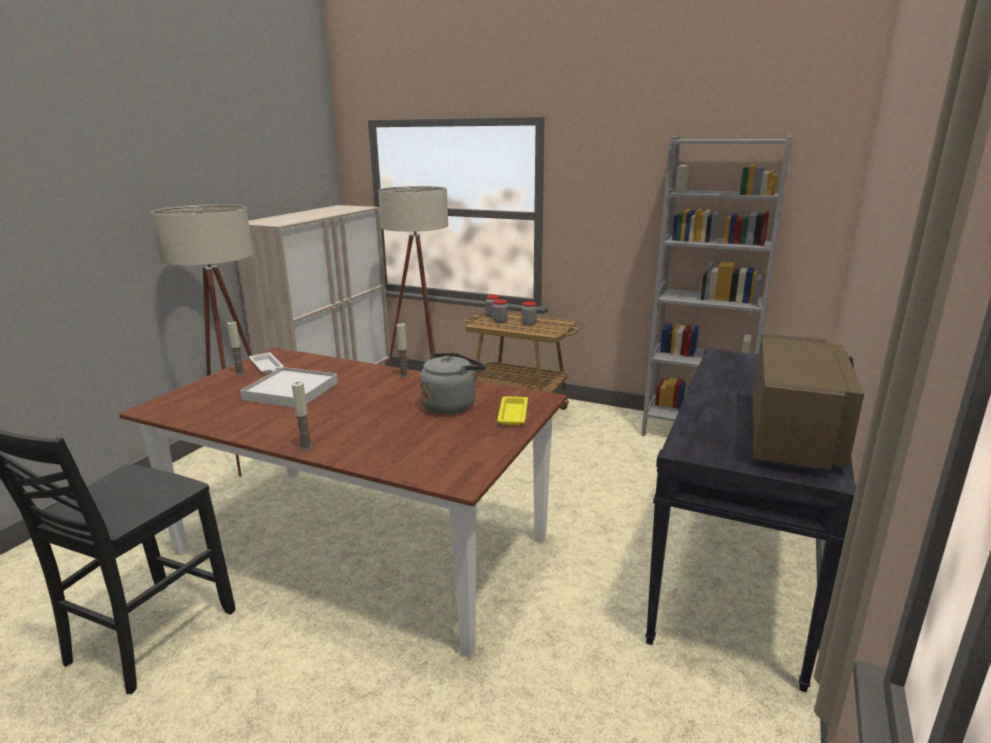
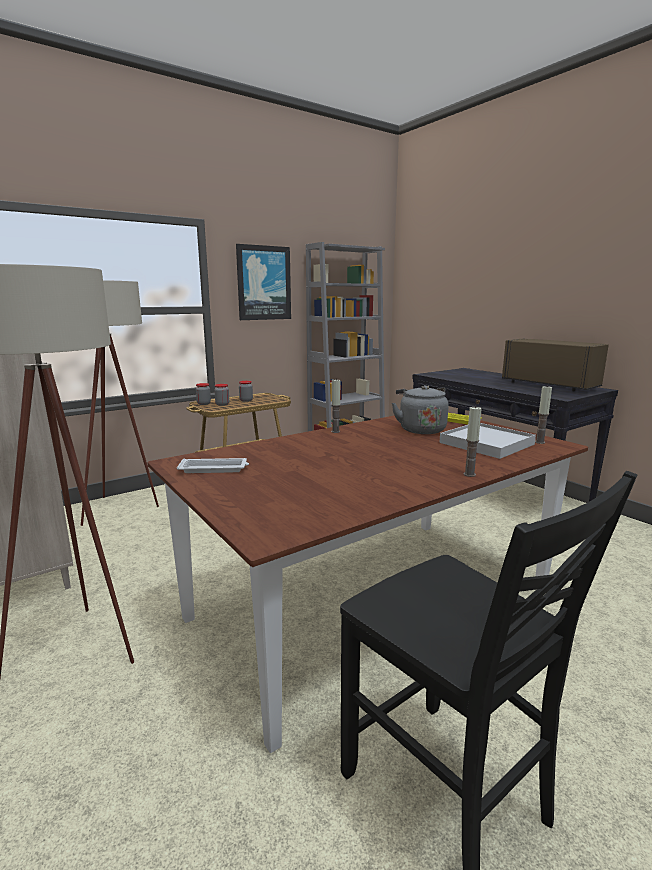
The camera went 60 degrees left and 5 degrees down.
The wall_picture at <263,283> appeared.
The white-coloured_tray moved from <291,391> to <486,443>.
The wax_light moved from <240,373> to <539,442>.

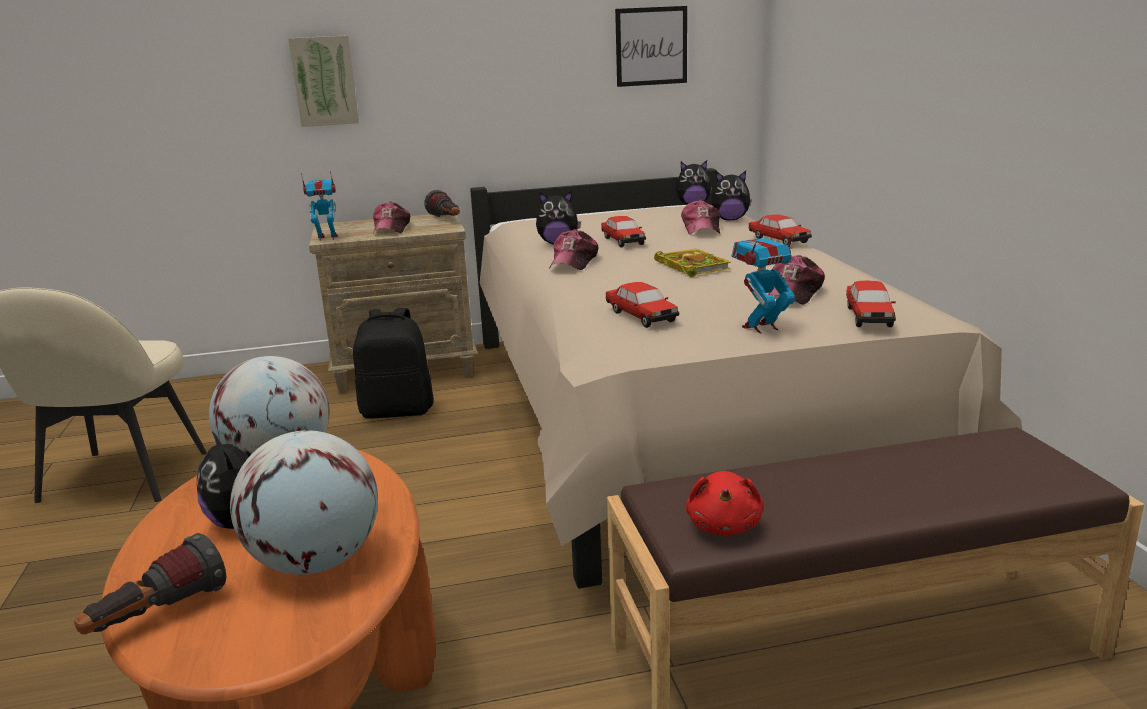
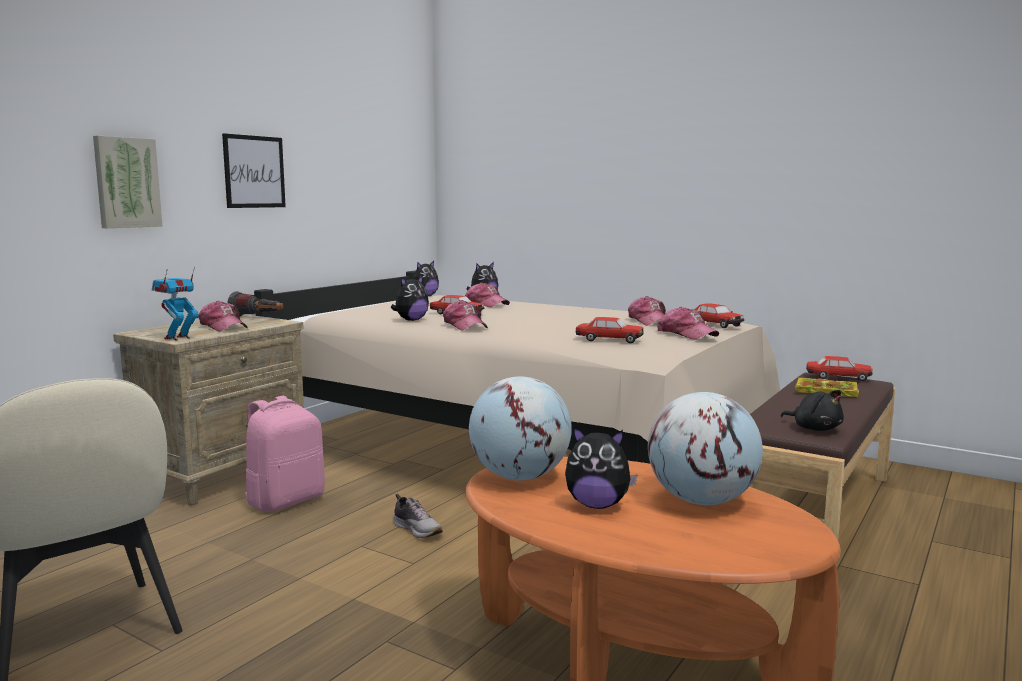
The camera went 45 degrees left and 10 degrees down.
The wall_picture moved from <651,46> to <254,172>.
The black-coloured_rucksack at <397,411> became the pink_rucksack at <285,500>.
The item_of_footwear at <418,530> appeared.
The toy_robot at <760,328> was replaced by the baseball_cap at <686,334>.
The red_soft_toy at <724,525> became the black-coloured_soft_toy at <814,428>.
The book moved from <690,266> to <824,391>.
The miniature_car moved from <778,240> to <838,377>.
The hand_torch at <157,617> disappeared.

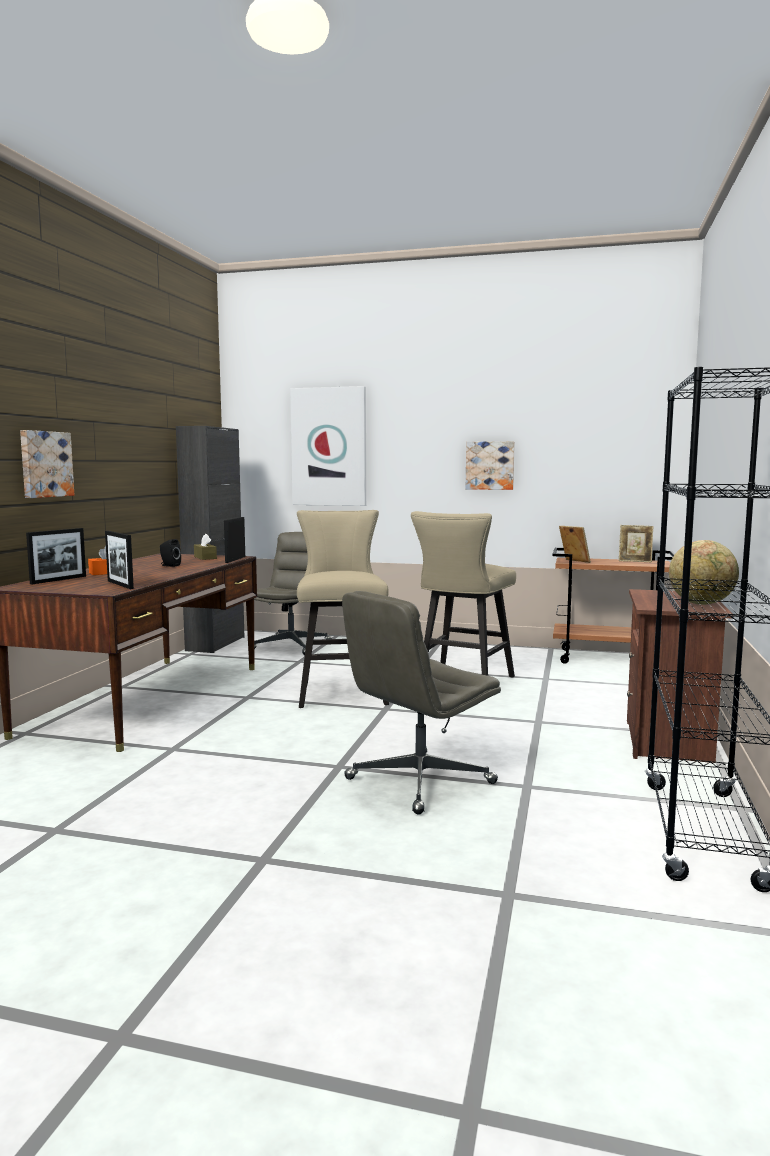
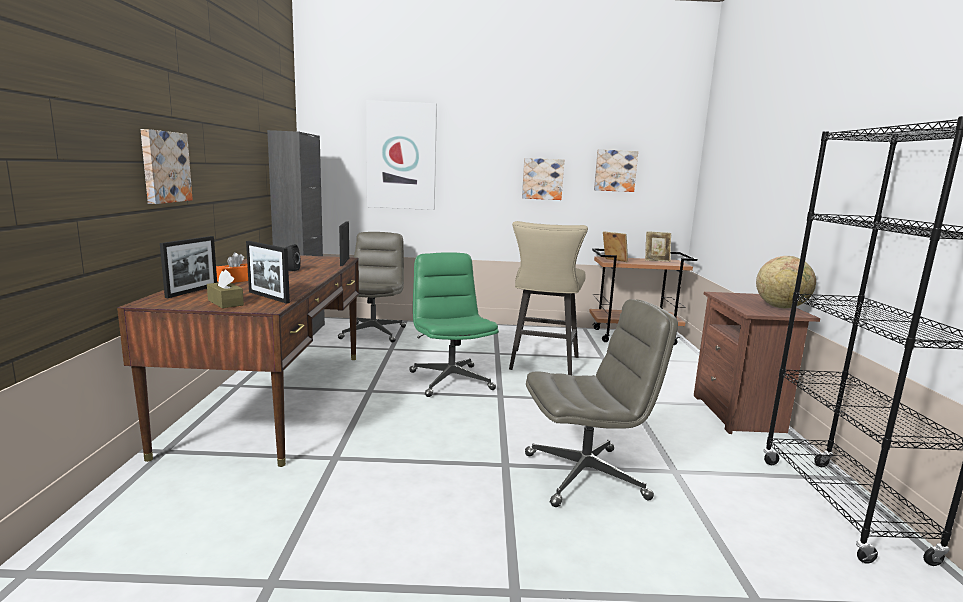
The camera went 15 degrees left and 5 degrees up.
The brown-coloured_tissue_holder moved from <205,557> to <225,303>.
The beige_sitting_stool at <341,692> was replaced by the green_computer_chair at <450,380>.
The gray_computer_chair at <419,782> turned 135 degrees counterclockwise.
The wall_picture at <615,170> appeared.

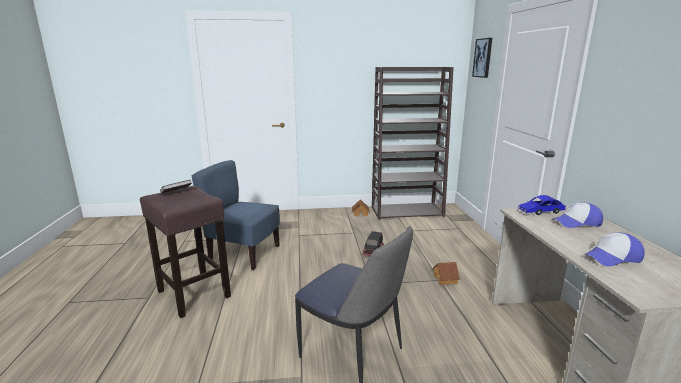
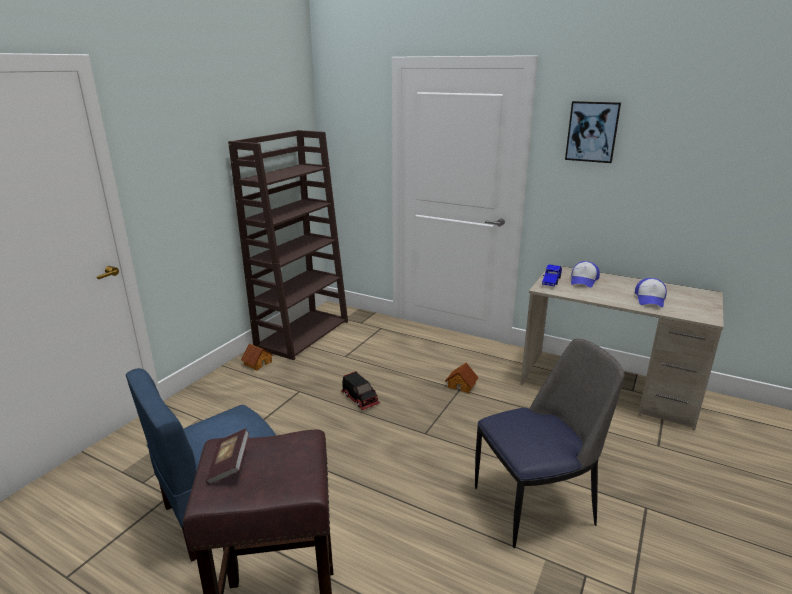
The camera went 55 degrees left and 5 degrees up.
The wall_picture moved from <483,58> to <592,131>.

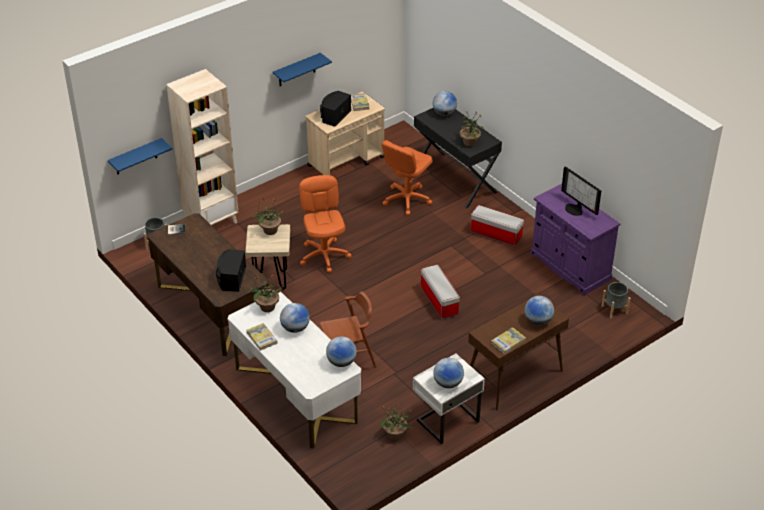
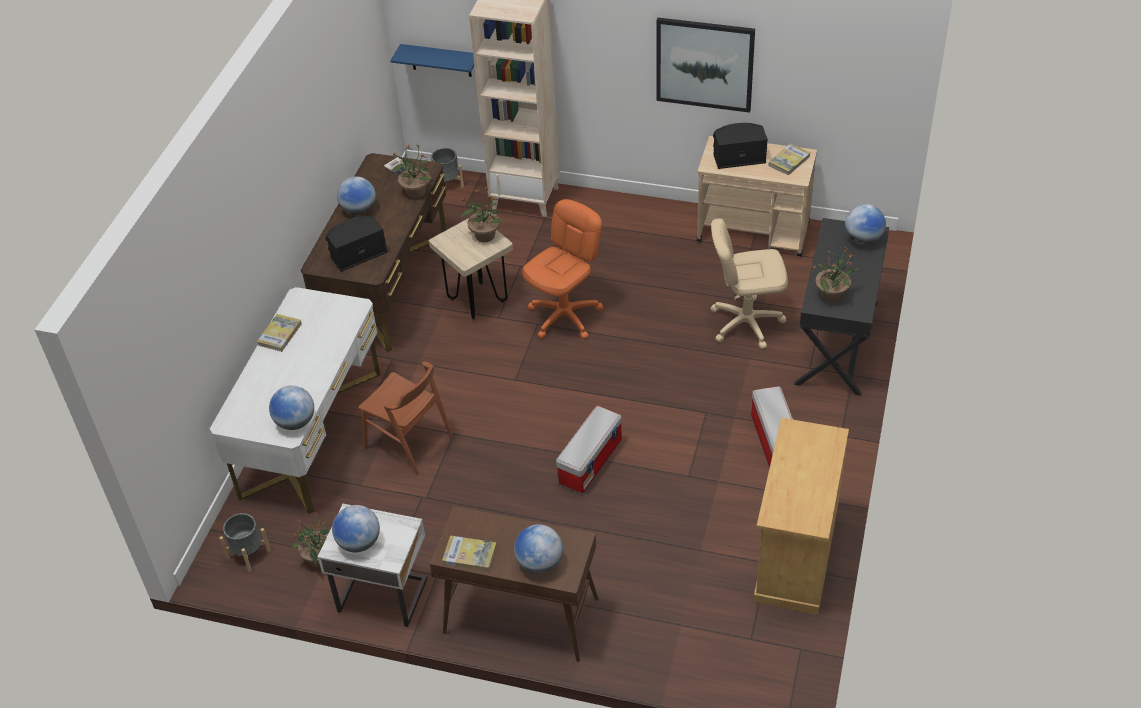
The camera went 55 degrees right and 5 degrees up.
The gray_flower_pot moved from <614,309> to <248,554>.
The world_globe moved from <295,328> to <359,210>.
The potted_plant moved from <267,307> to <415,191>.
The blue-coloured_bracket_shelf at <296,70> was replaced by the wall_picture at <704,64>.
The orange_computer_chair at <406,199> became the beige_computer_chair at <746,323>.
The purplish_cabinet at <570,266> became the beige_cabinet at <795,554>.
The computer_display at <575,209> disappeared.

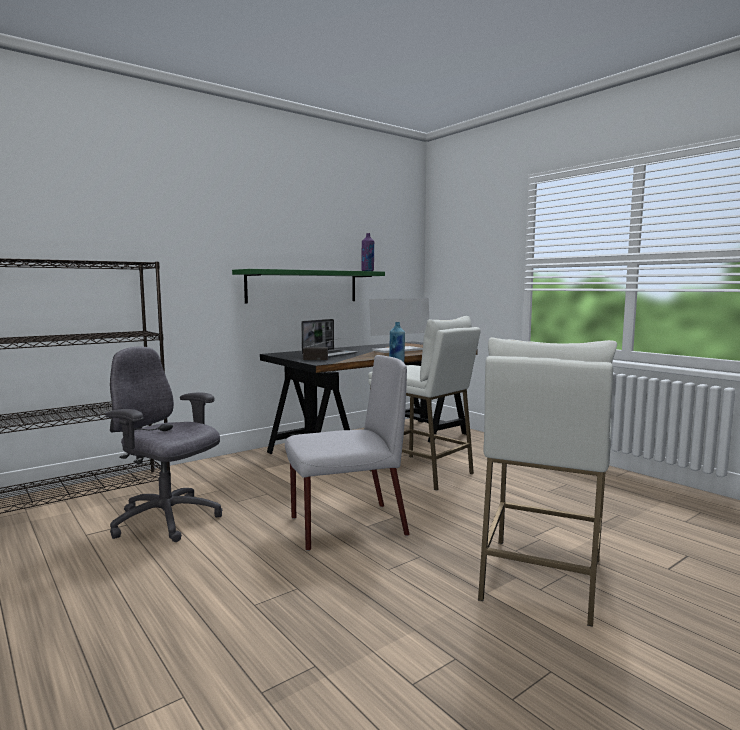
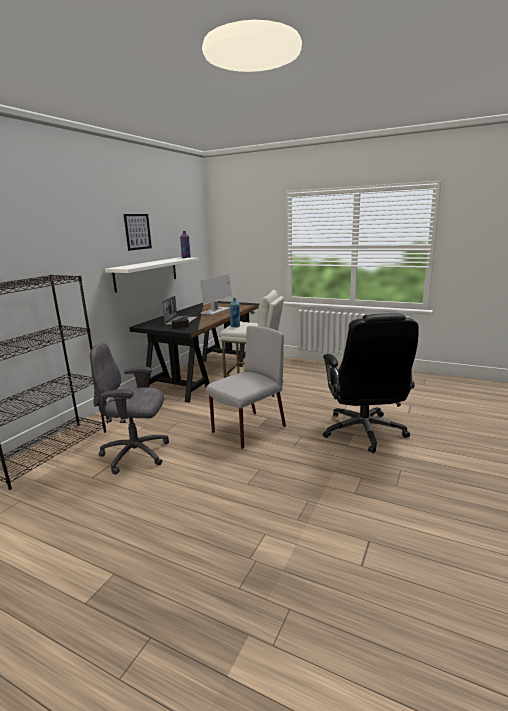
The camera went 25 degrees left and 10 degrees up.
The green_bracket_shelf at <303,286> became the white-coloured_bracket_shelf at <146,273>.
The wall_picture at <137,231> appeared.
The white-coloured_sitting_stool at <541,579> was replaced by the black-coloured_computer_chair at <364,432>.

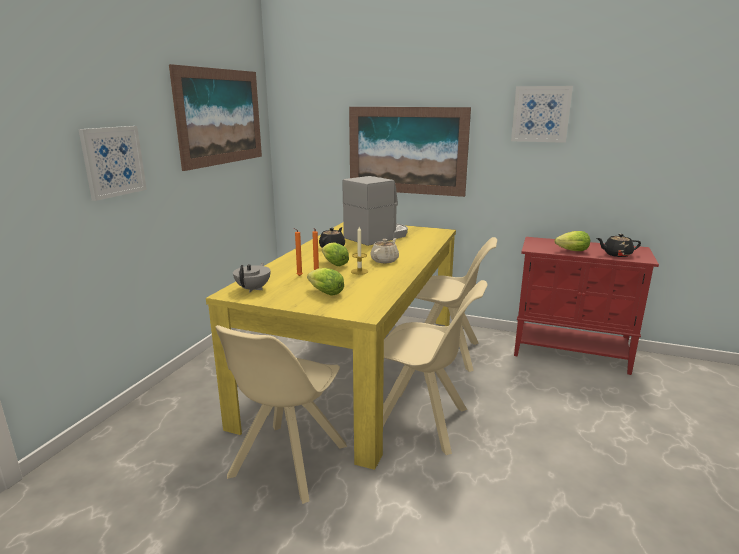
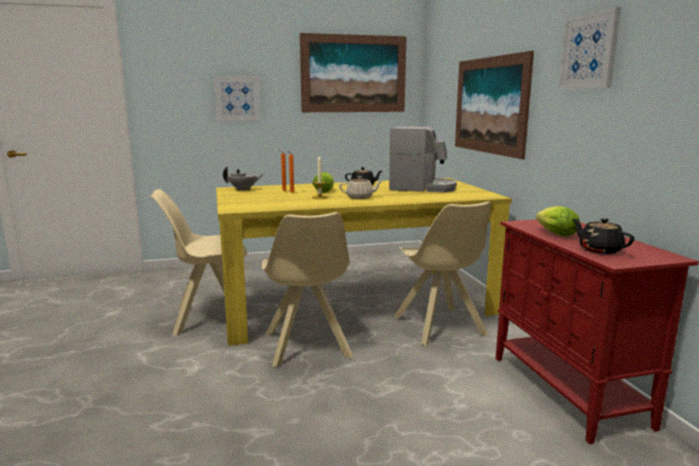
The camera went 55 degrees right and 5 degrees down.
The lettuce at <324,292> disappeared.

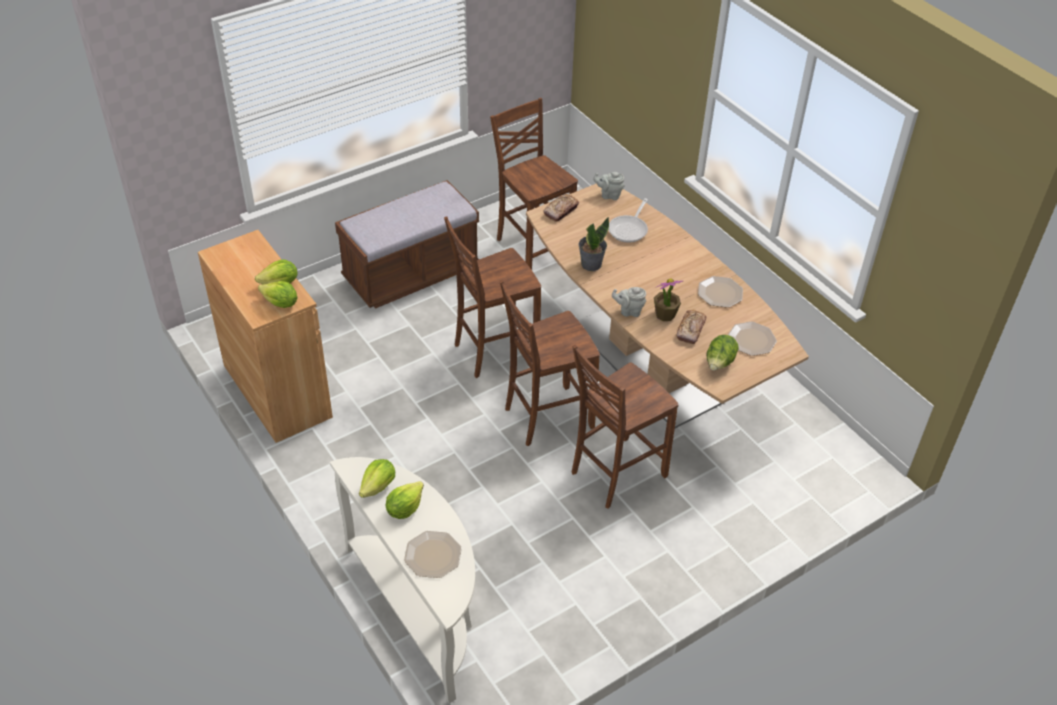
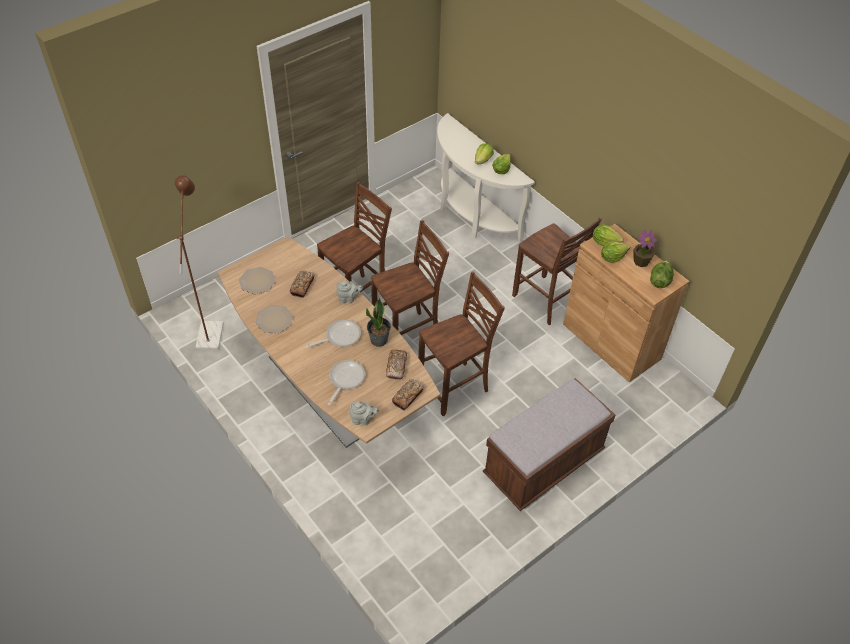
The camera went 175 degrees right and 5 degrees up.
The brown-coloured_floor_lamp at <210,330> appeared.
The frying_pan at <340,336> appeared.
The bakery_bread at <396,366> appeared.
The brown-coloured_chair moved from <532,247> to <545,302>.
The potted_plant moved from <665,315> to <641,261>.
The lettuce moved from <719,363> to <659,281>.
The plate at <432,555> disappeared.

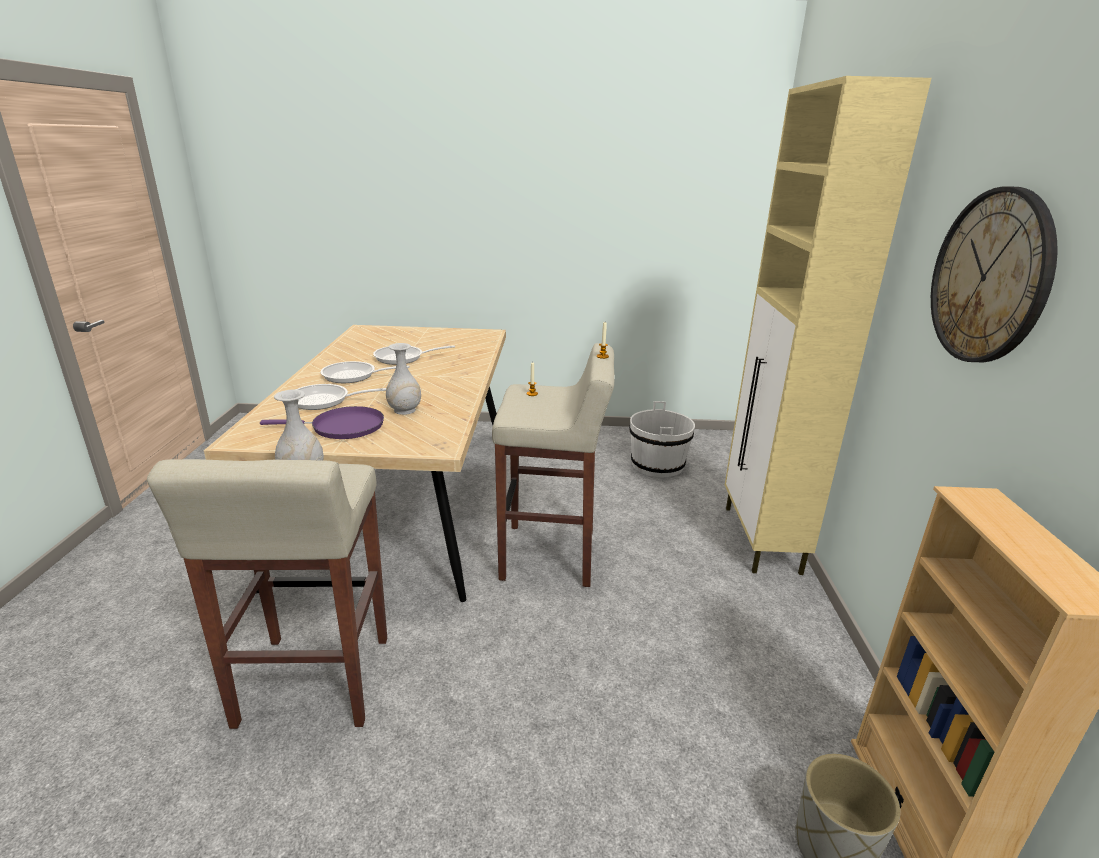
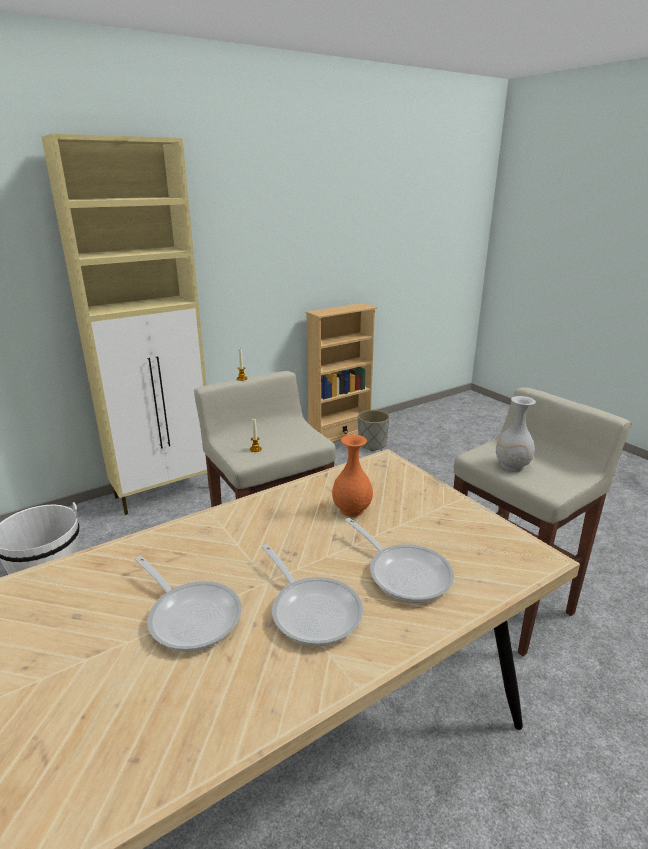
The camera went 125 degrees left and 0 degrees up.
The white-coloured_vase at <405,410> became the orange_vase at <352,509>.
The purplish_frying_pan at <342,427> disappeared.
The wall_clock at <990,277> disappeared.

